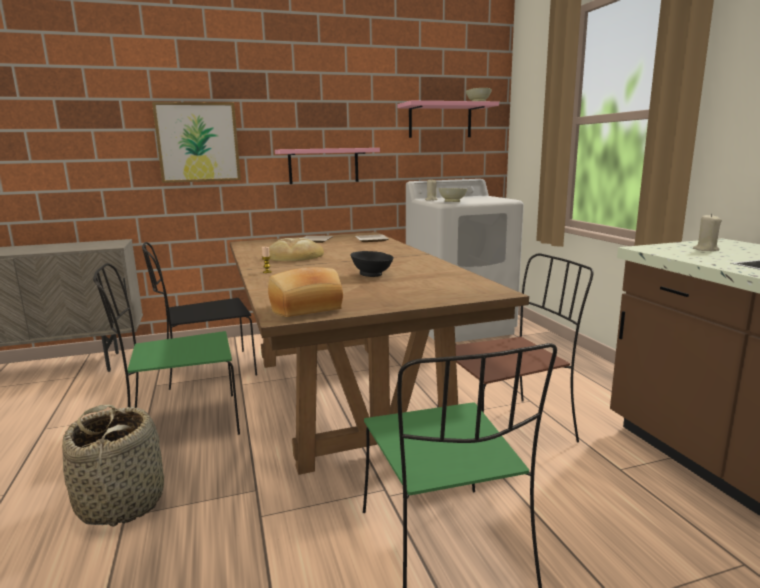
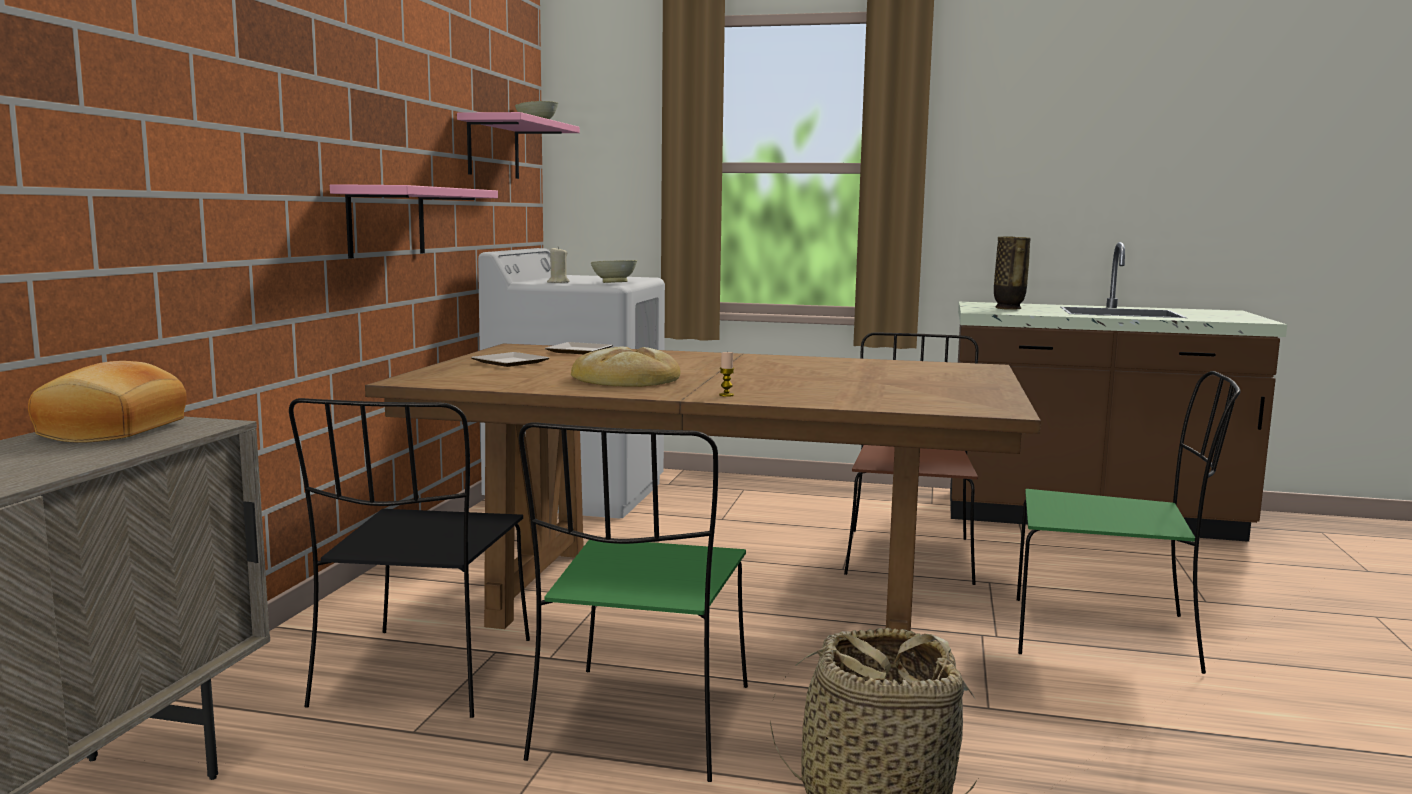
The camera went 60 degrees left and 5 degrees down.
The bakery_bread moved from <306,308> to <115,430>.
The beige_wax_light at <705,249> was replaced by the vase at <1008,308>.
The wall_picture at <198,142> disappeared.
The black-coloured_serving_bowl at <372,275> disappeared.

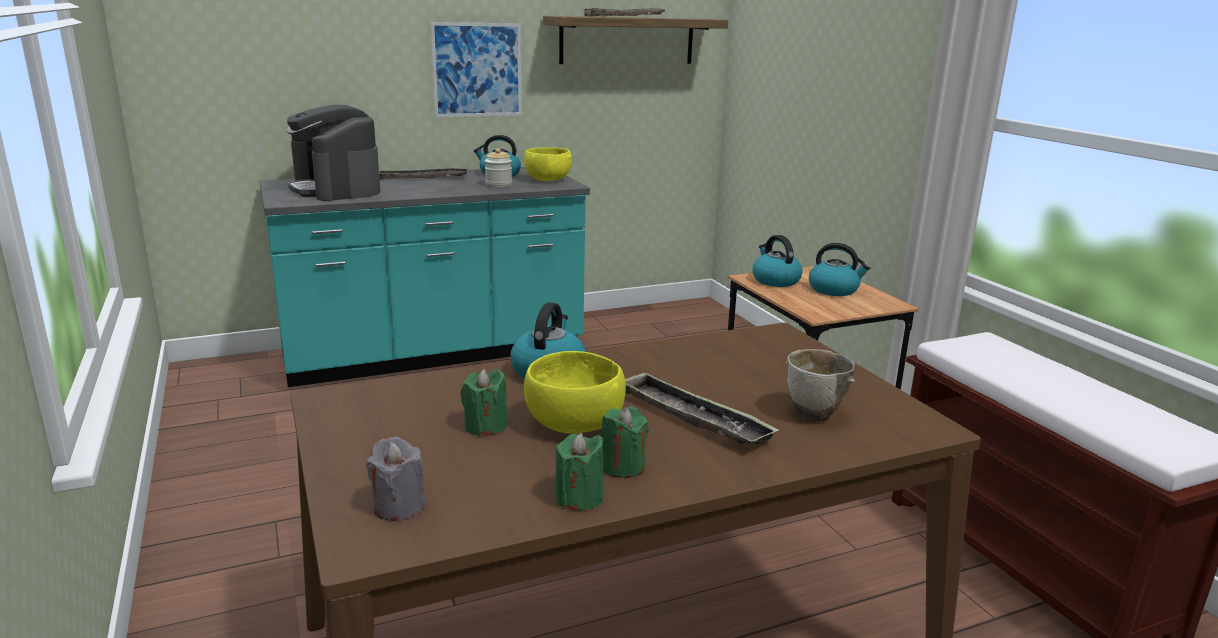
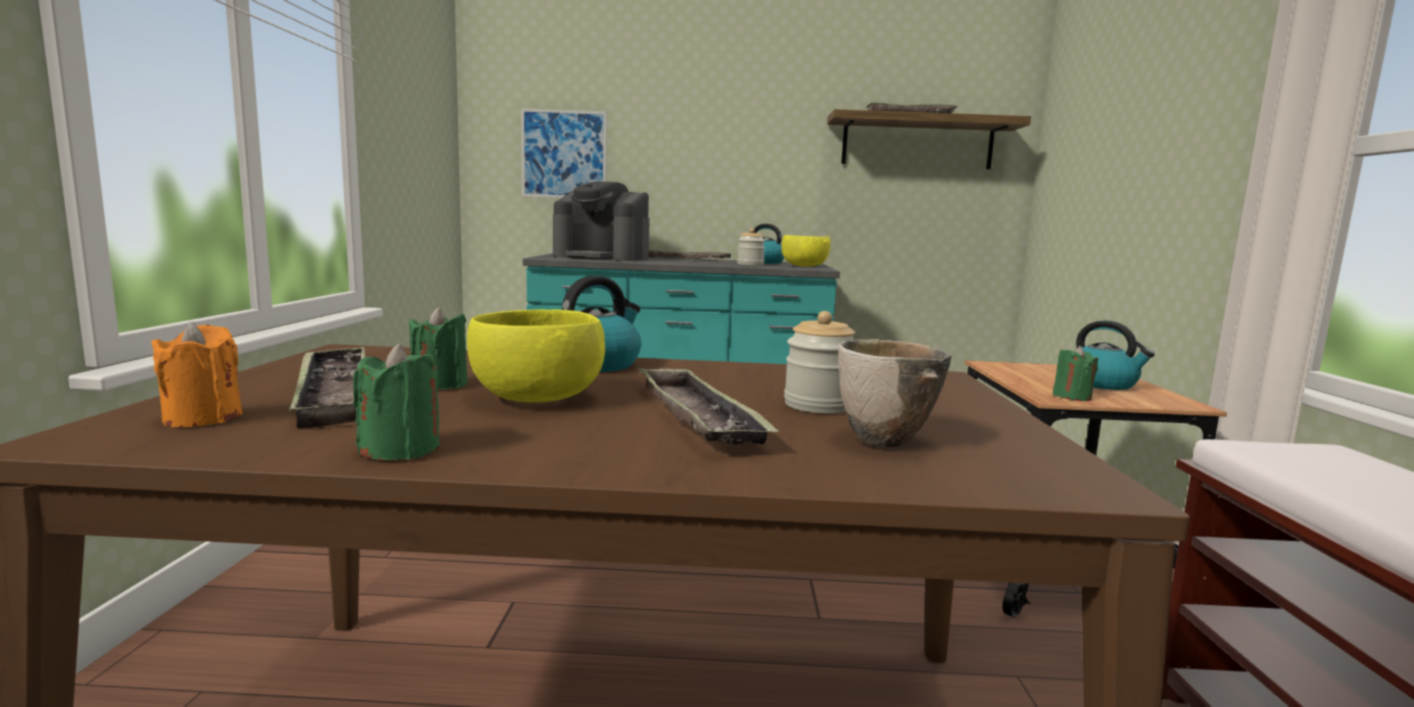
The camera went 25 degrees right and 10 degrees down.
The gray_wax_light at <398,507> became the orange_wax_light at <203,418>.
The tray at <334,394> appeared.
The wall_picture moved from <477,70> to <564,154>.
The coffee_maker at <336,189> turned 60 degrees counterclockwise.
The preserve_jar at <818,405> appeared.
The green_wax_light moved from <622,466> to <1072,396>.
The water_kettle at <775,280> disappeared.

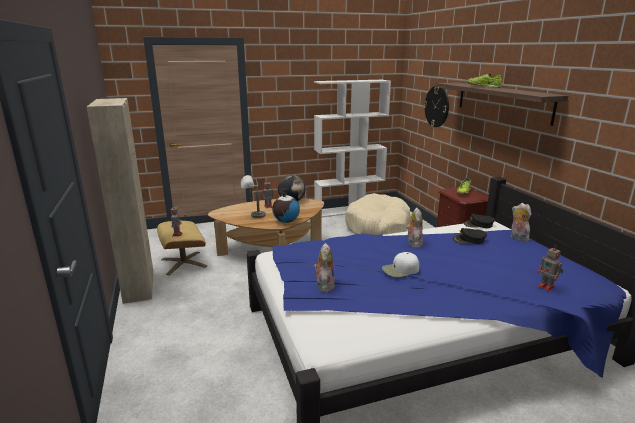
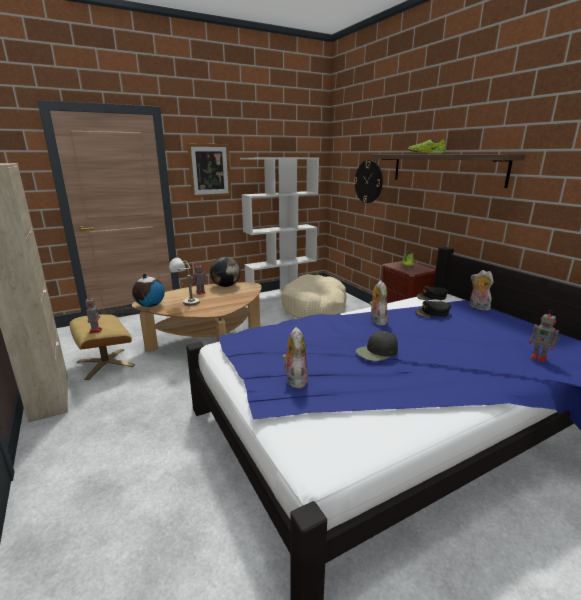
The camera went 10 degrees left and 0 degrees up.
The world_globe moved from <286,221> to <150,306>.
The wall_picture at <210,170> appeared.
The white-coloured_baseball_cap at <400,270> became the black-coloured_baseball_cap at <377,352>.

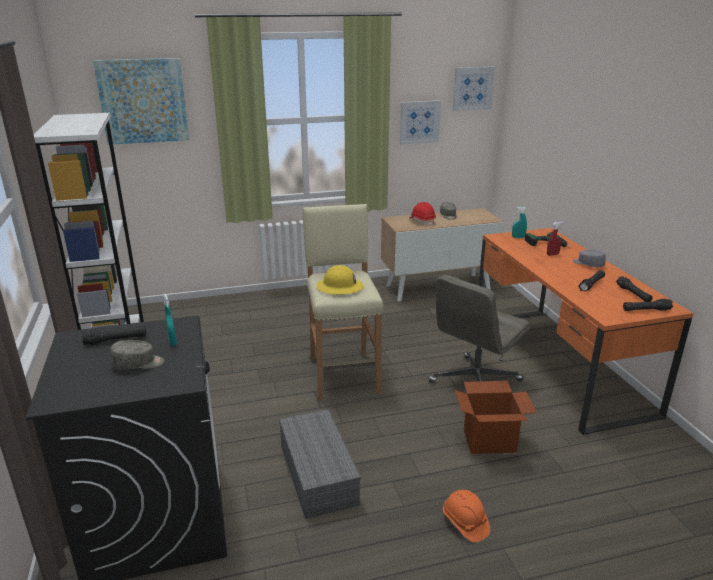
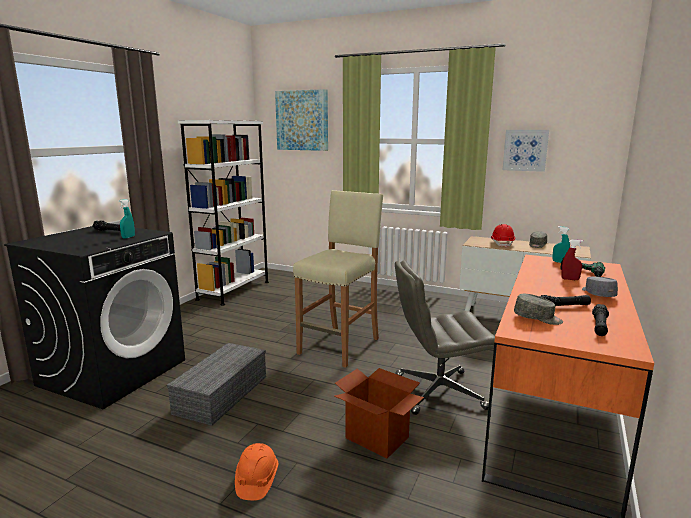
The camera went 40 degrees right and 10 degrees down.
The gray_baseball_cap moved from <138,364> to <537,318>.
The yellow_safety_helmet at <340,287> disappeared.
The wall_picture at <472,88> disappeared.
The black-coloured_hand_torch at <646,310> disappeared.

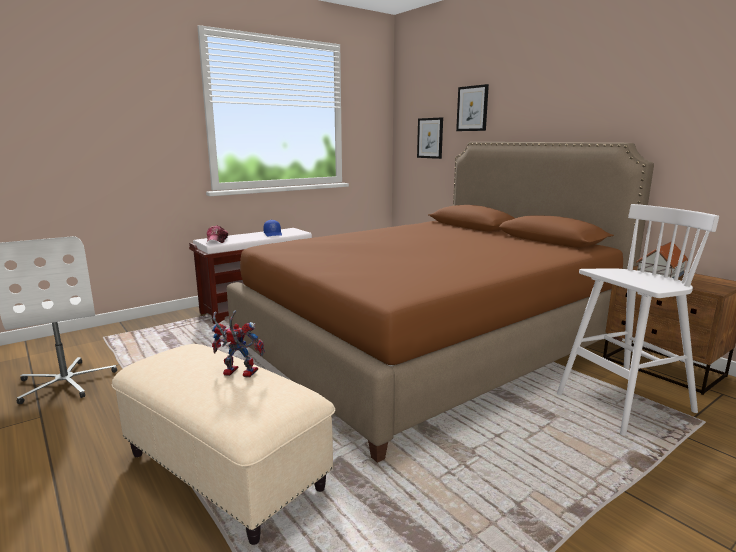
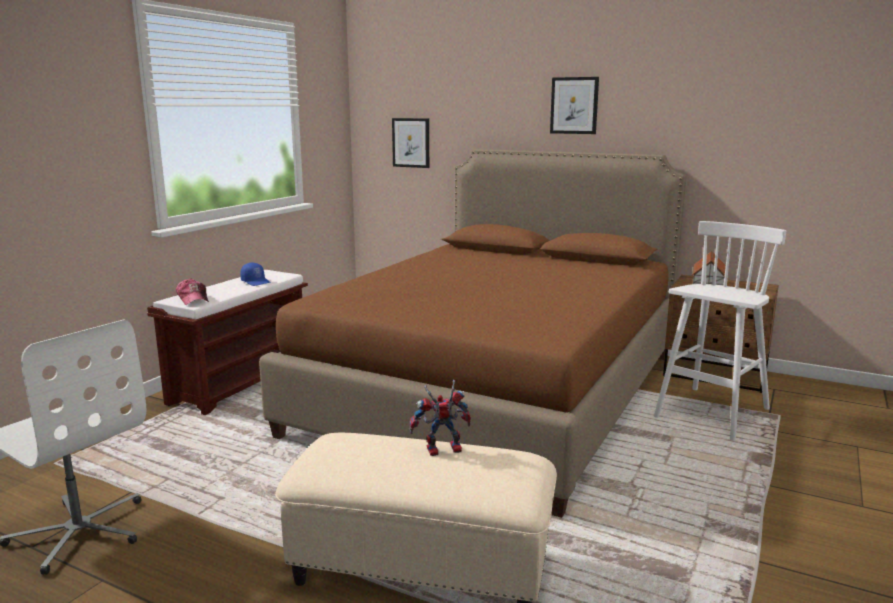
The camera went 25 degrees left and 0 degrees up.
The wall_picture moved from <472,108> to <574,105>.

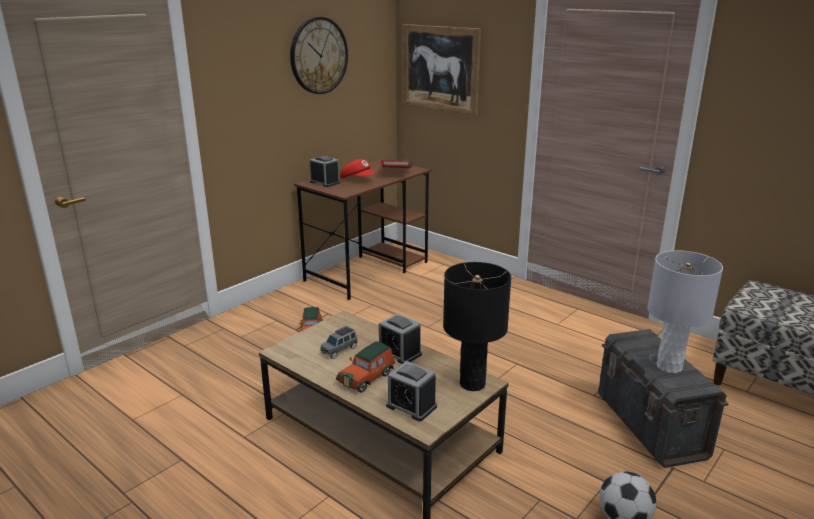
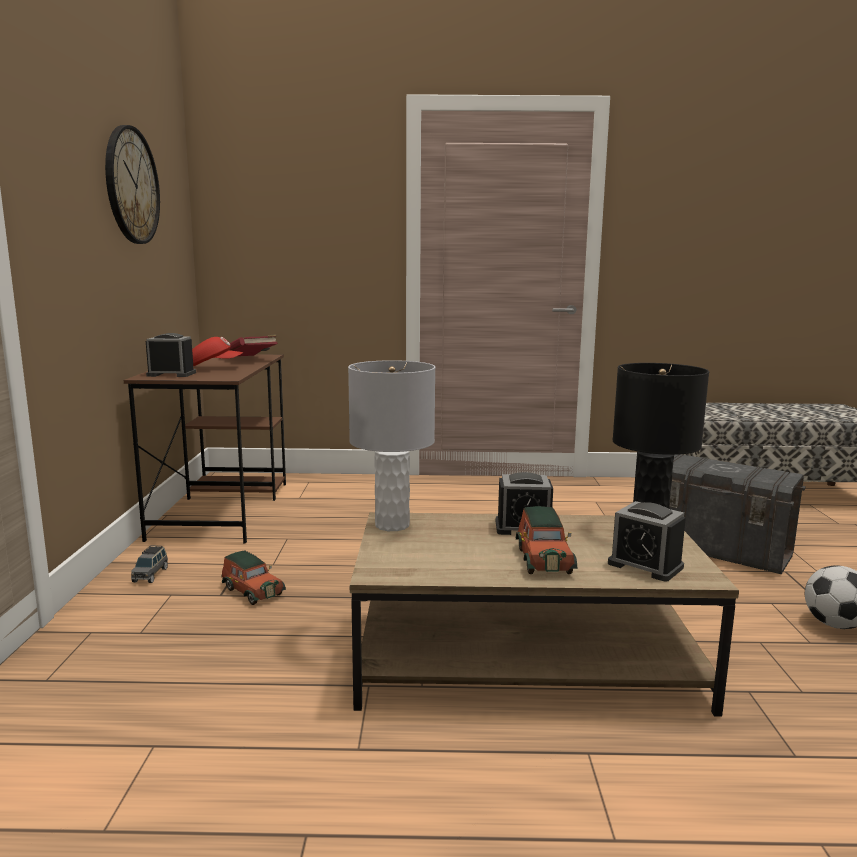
The camera went 40 degrees left and 10 degrees down.
The gray_miniature_car moved from <340,350> to <150,575>.
The gray_lamp_for_a_table moved from <668,366> to <391,525>.
The table_clock at <411,406> turned 45 degrees clockwise.
The wall_picture at <440,68> disappeared.

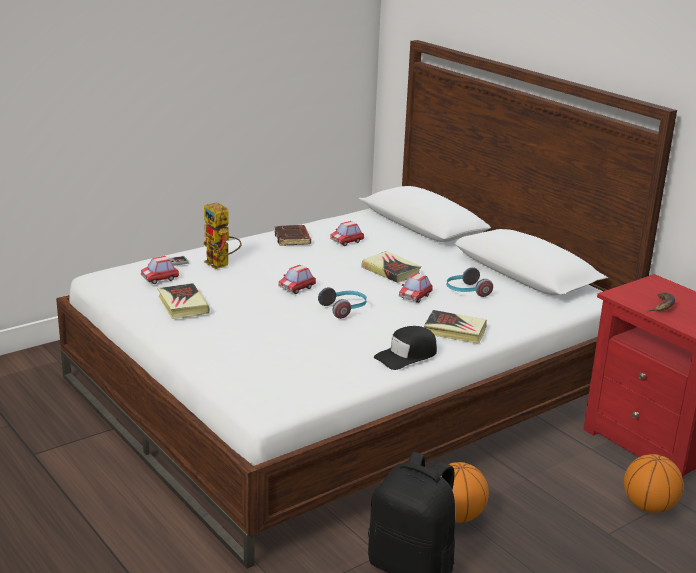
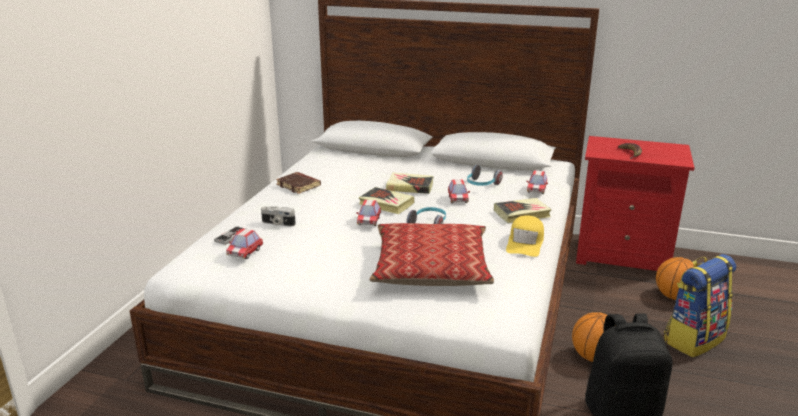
The camera went 35 degrees left and 0 degrees up.
The toy_robot at <221,265> was replaced by the still_camera at <277,223>.
The book moved from <182,305> to <386,204>.
The pillow at <431,267> appeared.
The black-coloured_baseball_cap at <406,355> became the yellow_baseball_cap at <525,243>.
The miniature_car moved from <347,241> to <536,190>.
The rucksack at <693,339> appeared.

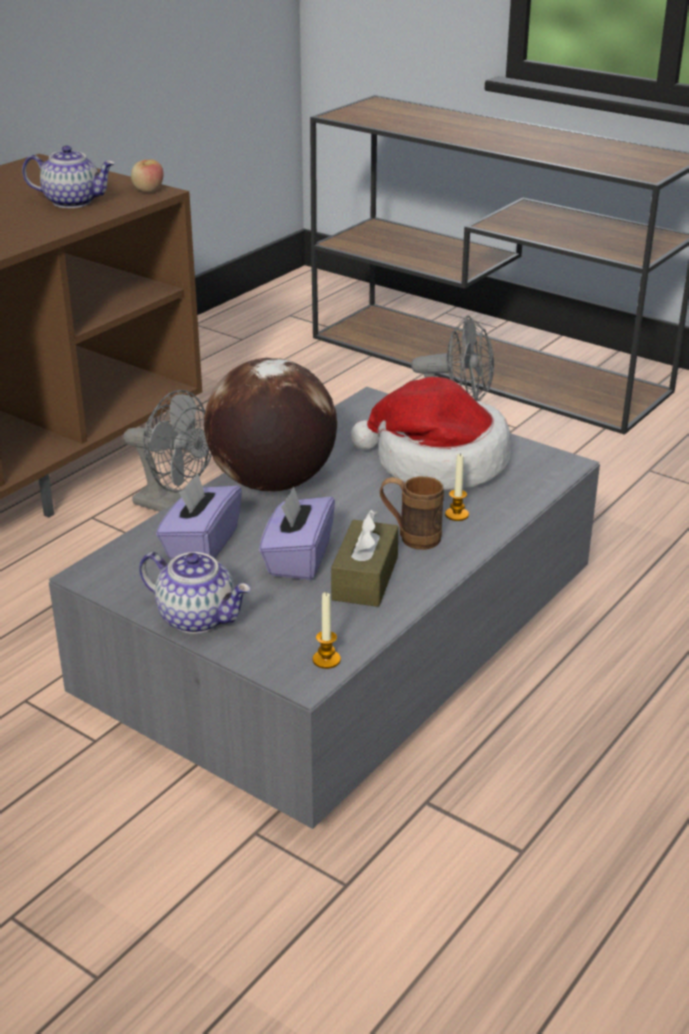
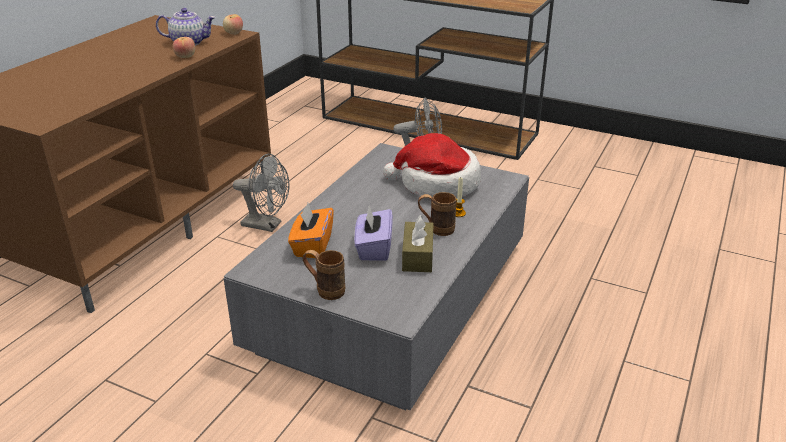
The camera went 10 degrees left and 0 degrees up.
The apple_fruit at <185,56> appeared.
The purplish_tissue_holder at <201,545> became the orange_tissue_holder at <312,246>.
The teapot at <198,617> was replaced by the brown-coloured_tea_mug at <325,290>.
The world_globe at <272,483> disappeared.
The wax_light at <326,660> disappeared.

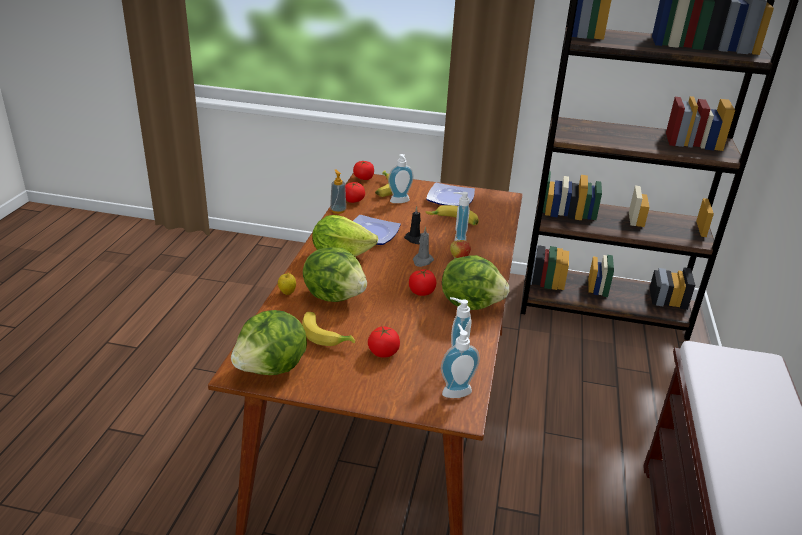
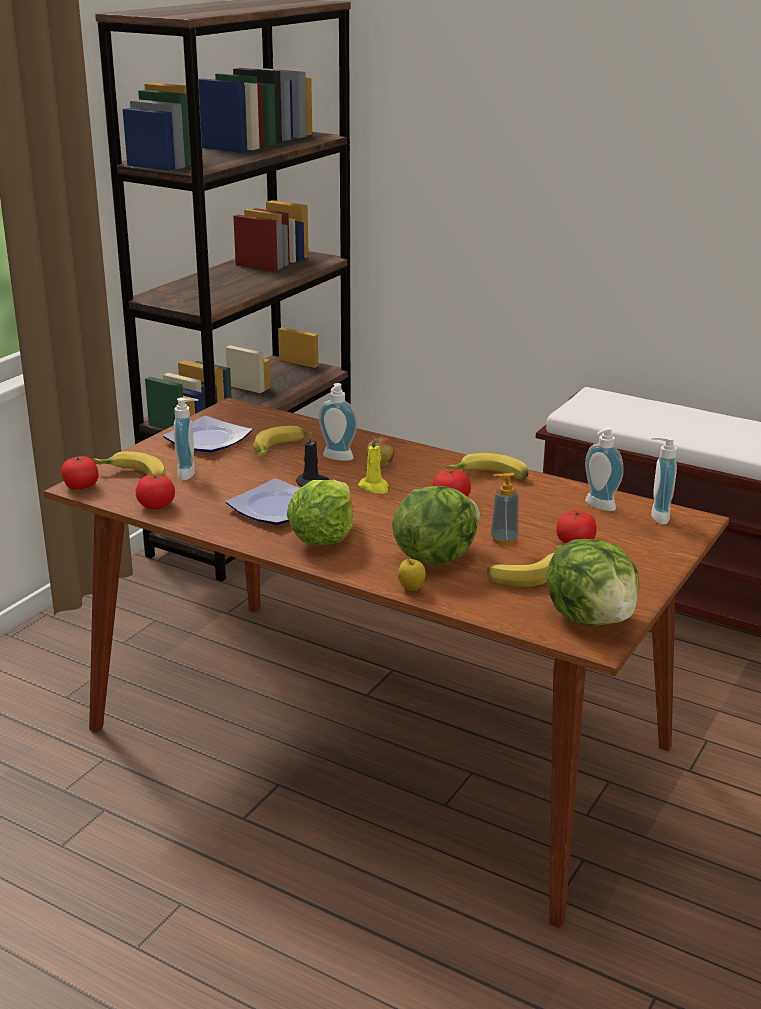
The camera went 70 degrees left and 5 degrees down.
The gray_wax_light at <422,261> became the yellow_wax_light at <374,487>.
The lettuce at <471,303> was replaced by the banana at <489,478>.
The soap_bottle moved from <338,210> to <503,539>.

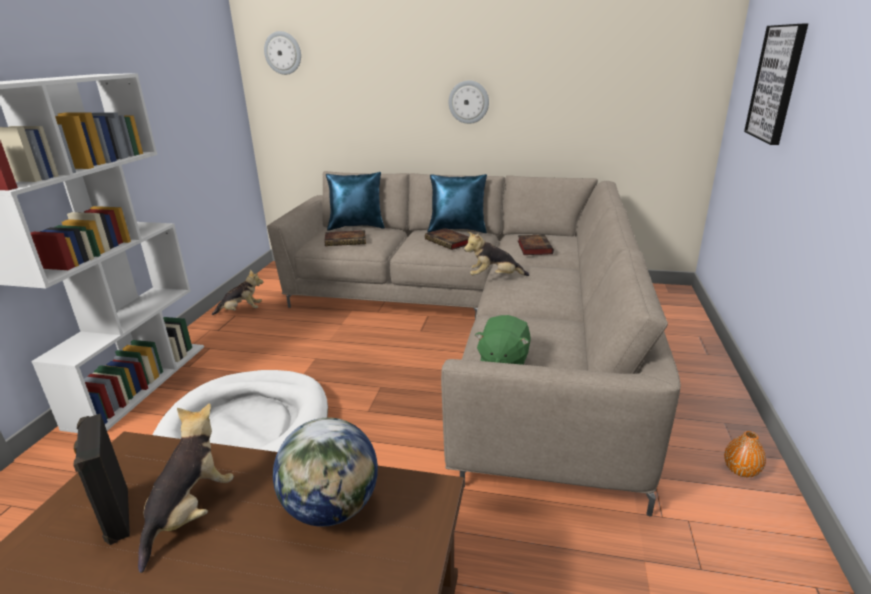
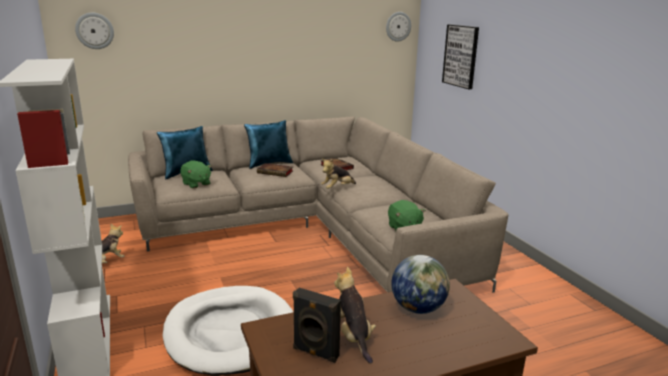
The camera went 35 degrees left and 5 degrees down.
The book at <346,241> was replaced by the green_soft_toy at <196,184>.
The wall_clock moved from <468,102> to <398,26>.
The orange_vase at <741,470> disappeared.

